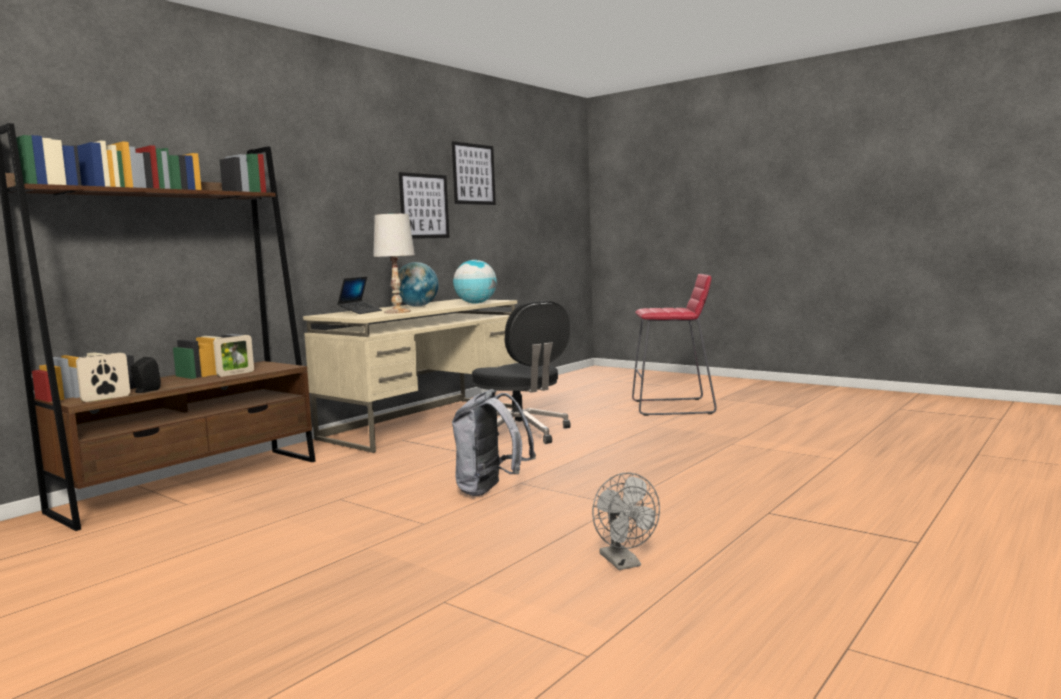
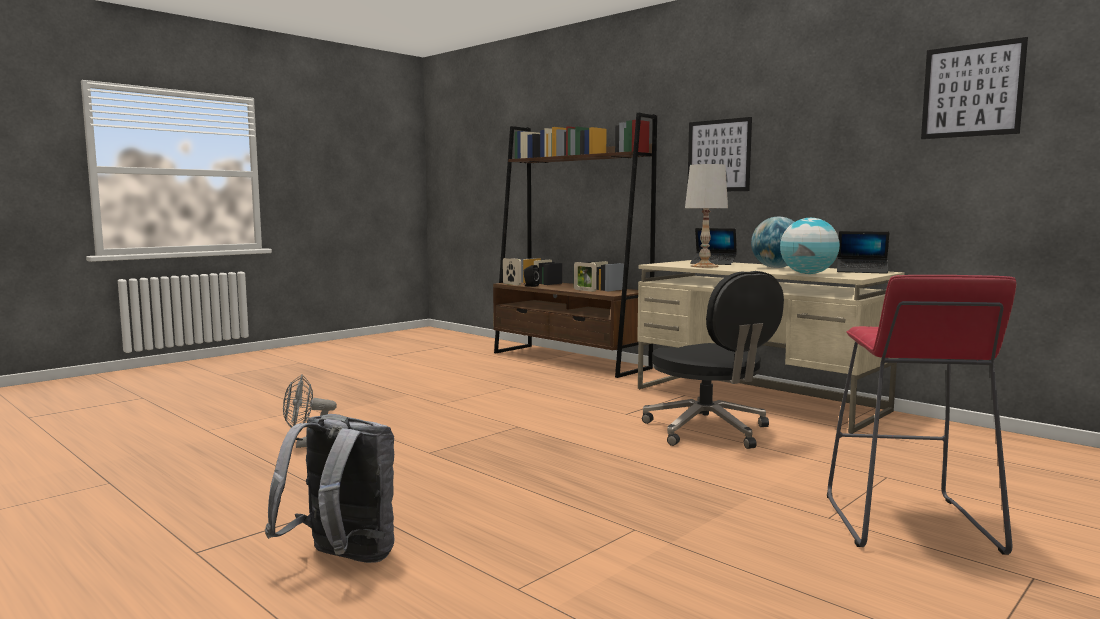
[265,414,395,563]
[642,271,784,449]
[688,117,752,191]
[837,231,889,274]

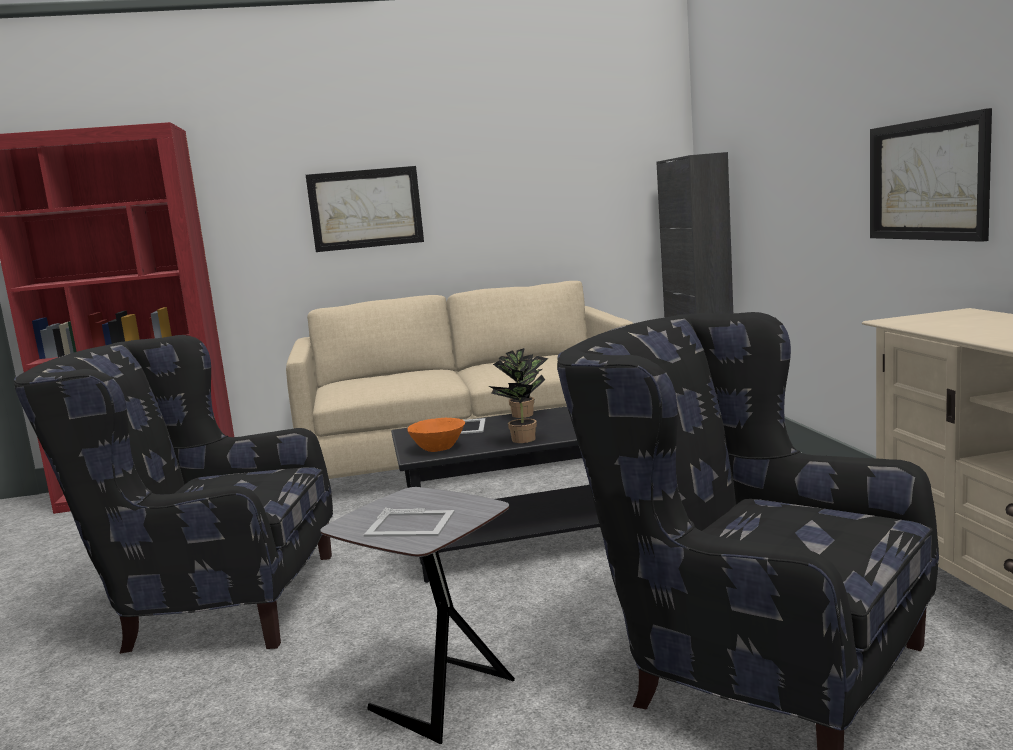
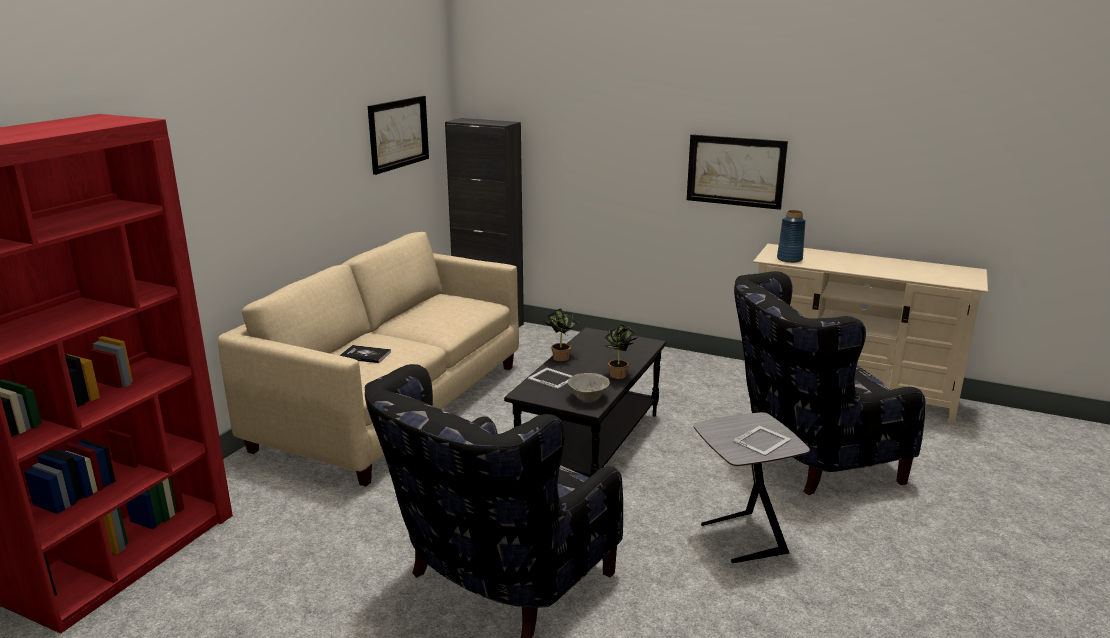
[339,345,391,363]
[368,96,429,175]
[568,373,610,403]
[777,210,806,263]

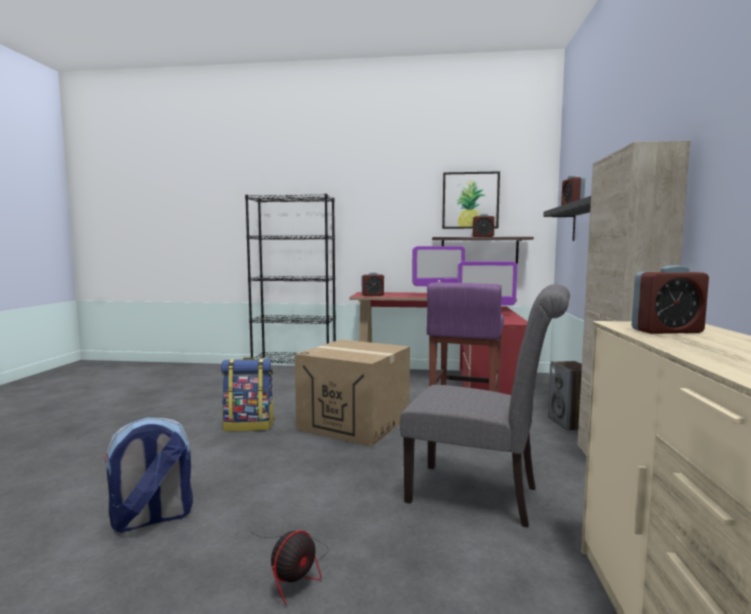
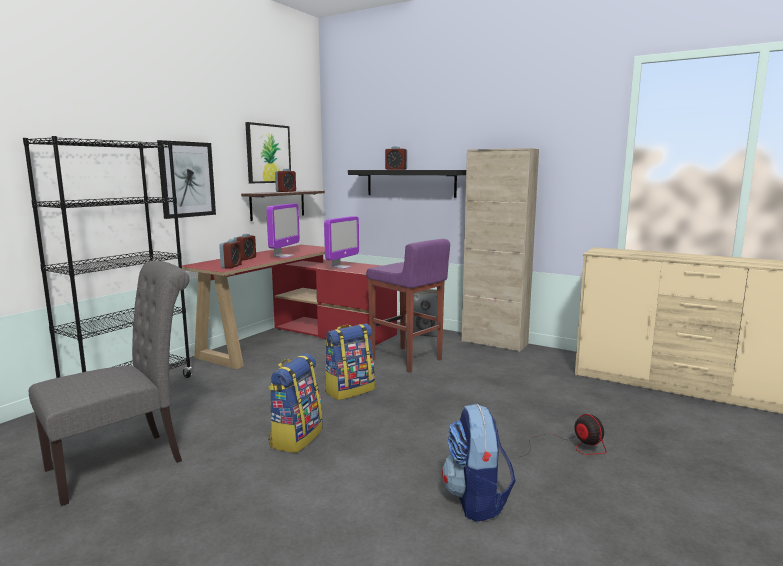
[29,260,189,506]
[157,140,216,219]
[234,234,256,261]
[325,323,375,400]

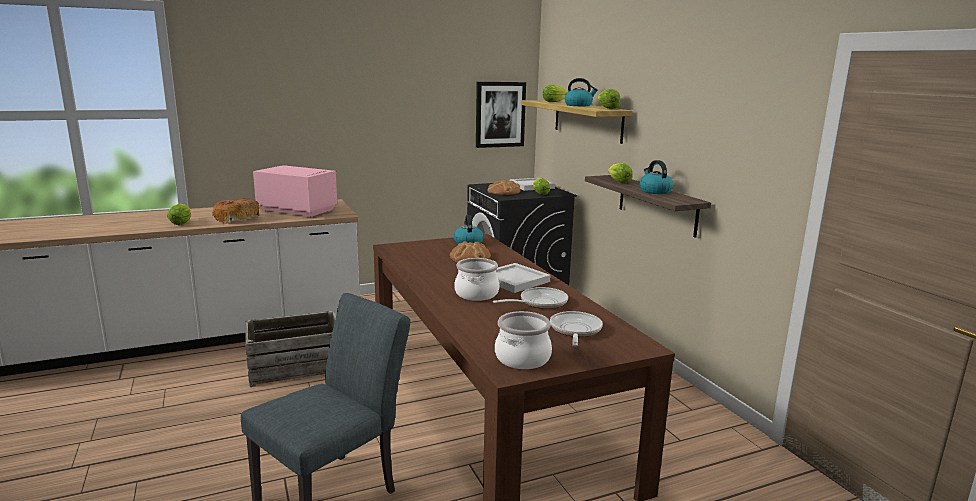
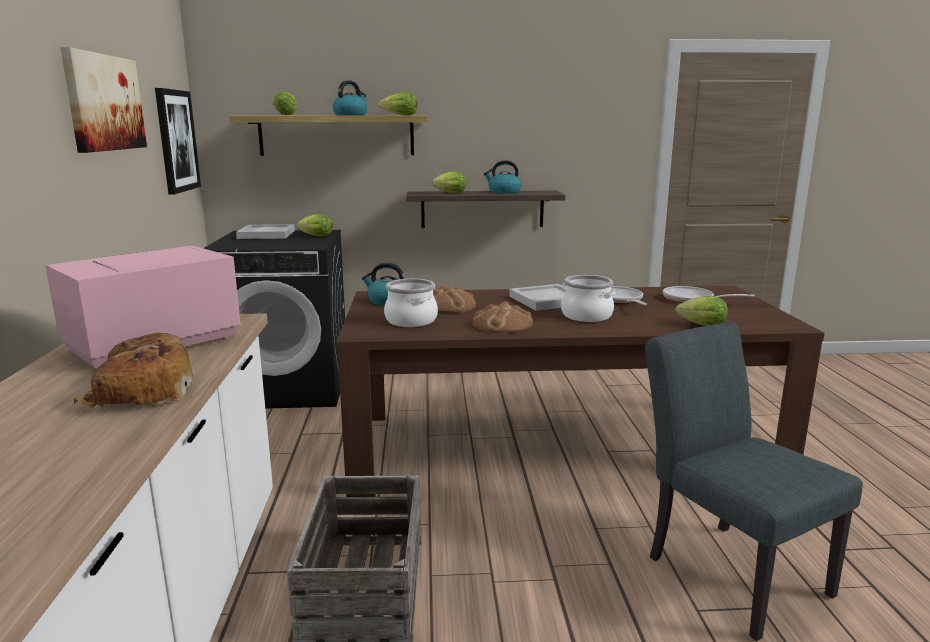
[60,47,147,153]
[384,279,438,327]
[472,301,533,333]
[675,296,728,326]

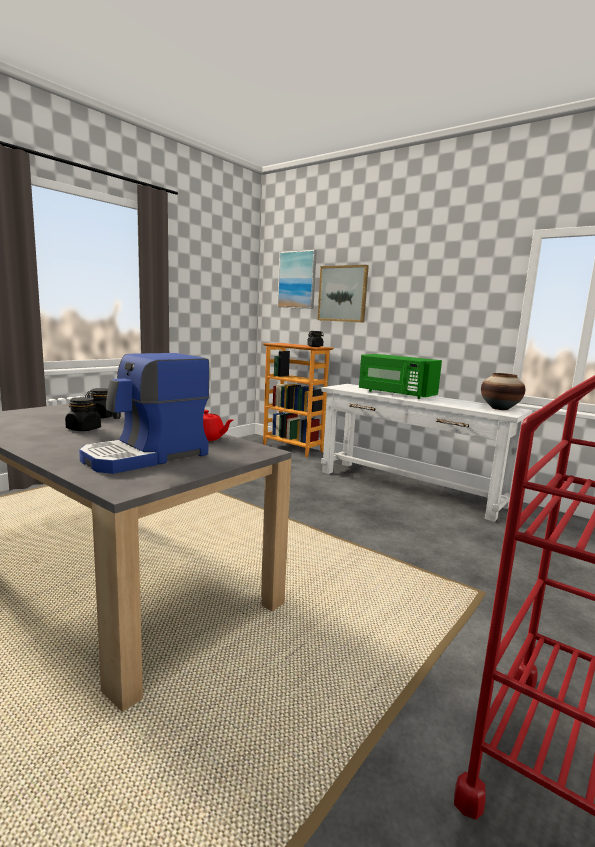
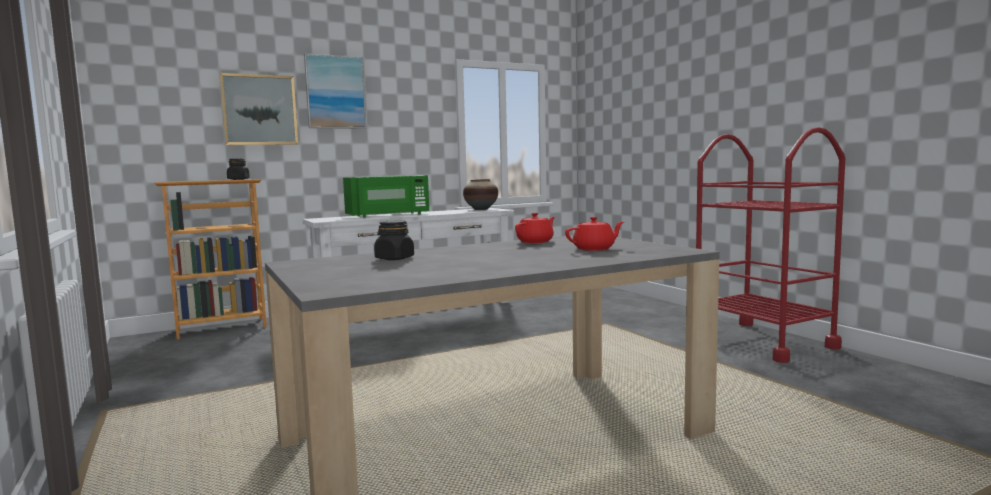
[304,53,367,129]
[565,217,624,251]
[65,397,101,431] (first image)

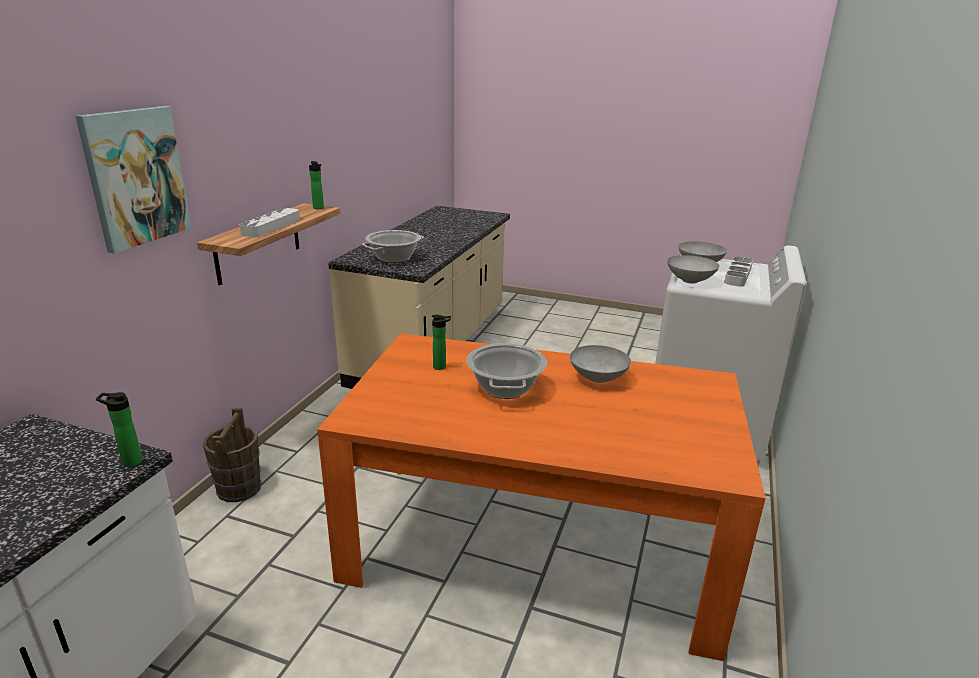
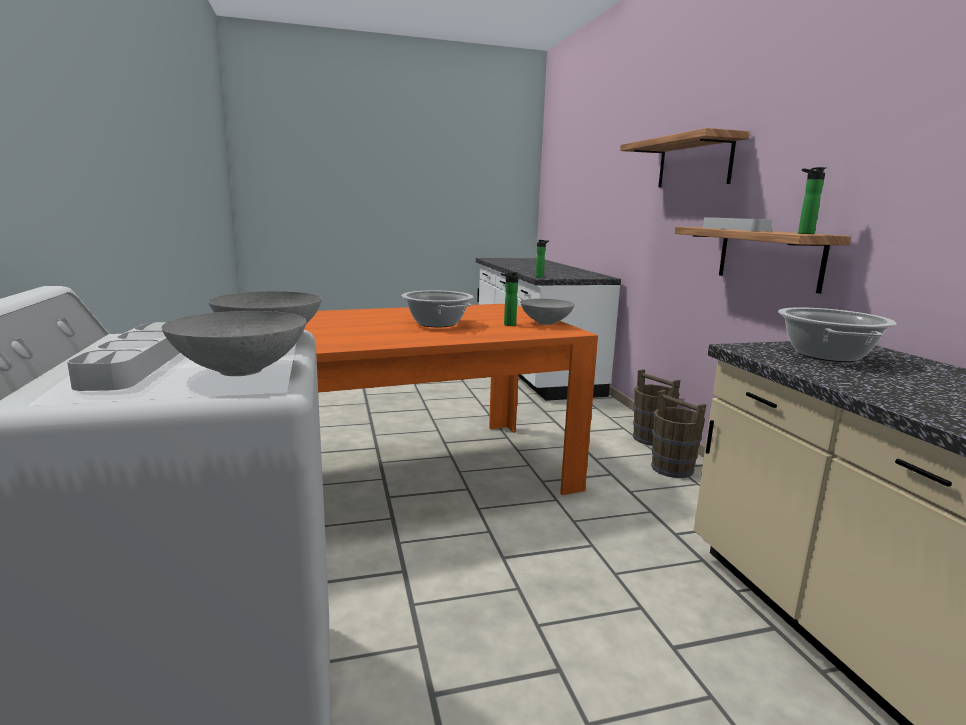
[520,299,575,325]
[620,128,749,187]
[651,390,707,478]

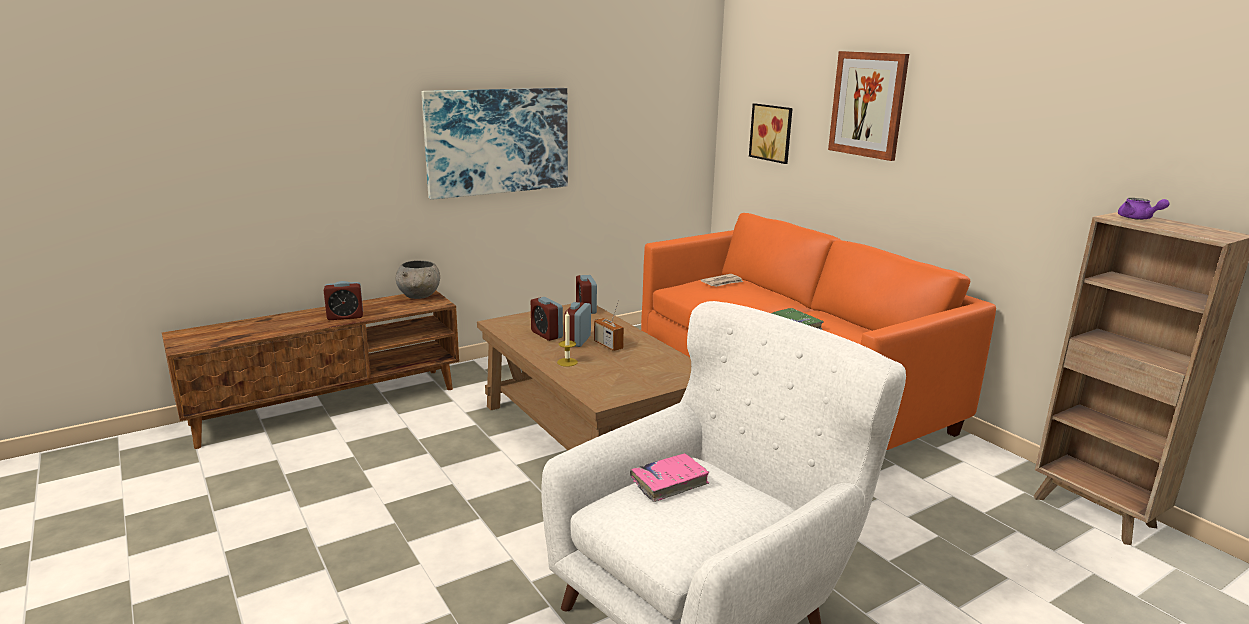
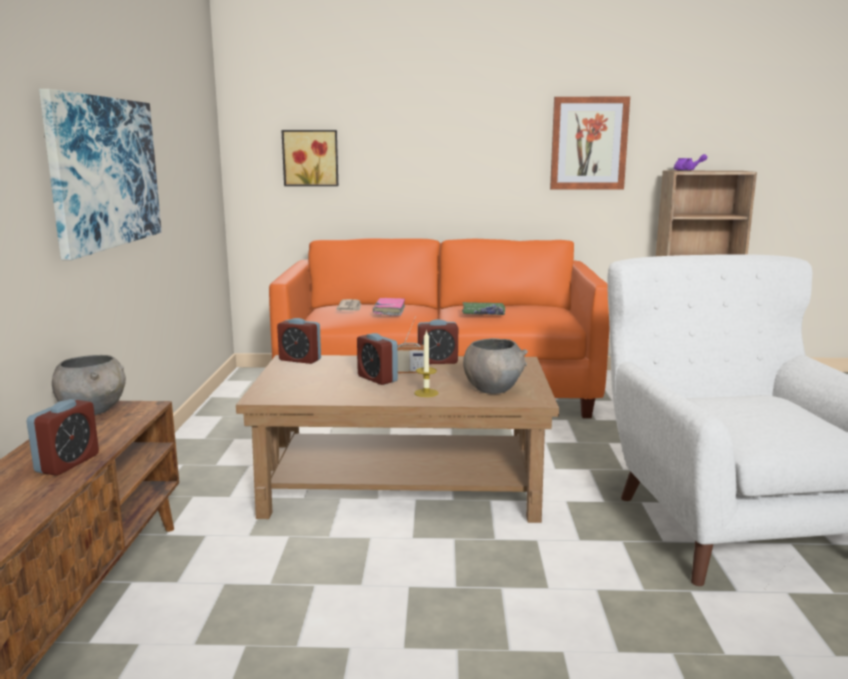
[373,298,405,316]
[418,319,458,364]
[463,338,528,394]
[550,97,630,190]

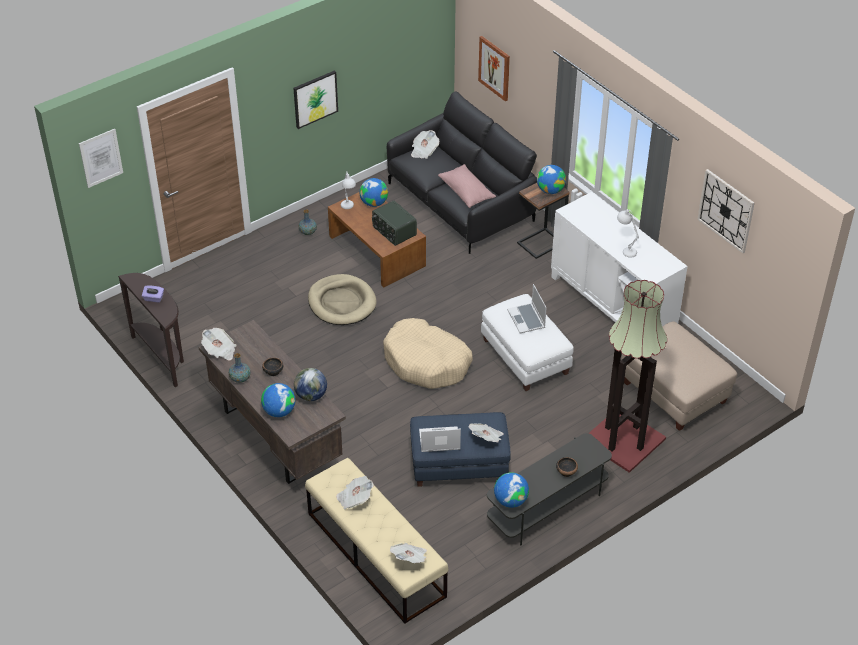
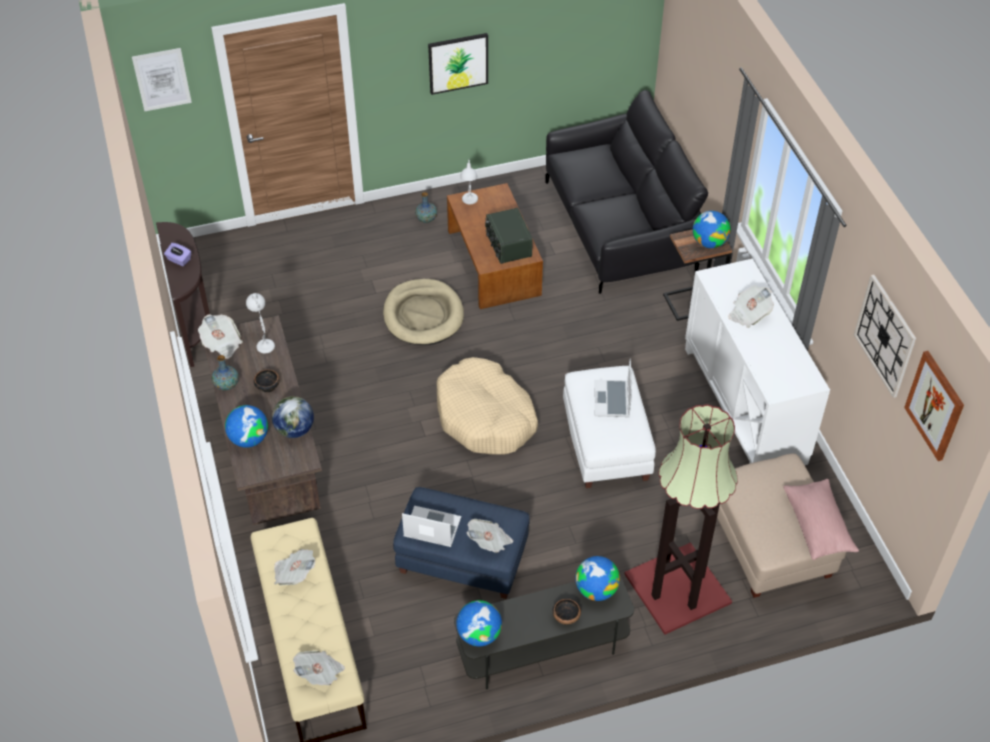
[246,293,275,354]
[575,556,620,601]
[728,285,774,328]
[783,479,859,560]
[904,351,964,461]

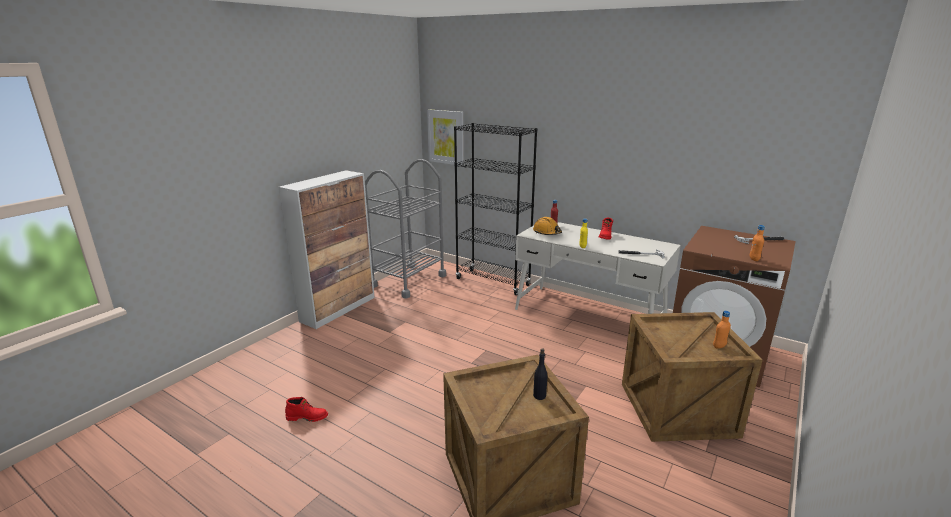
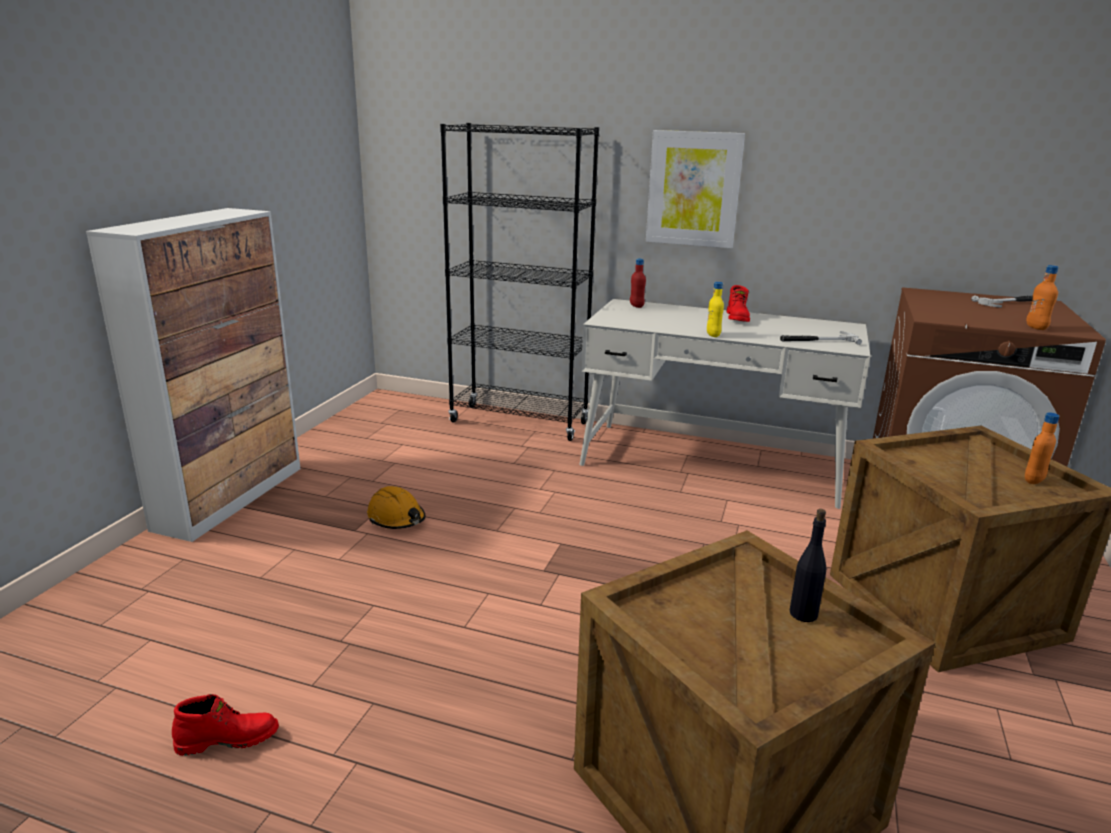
[367,486,426,529]
[646,130,745,248]
[365,159,446,299] (first image)

